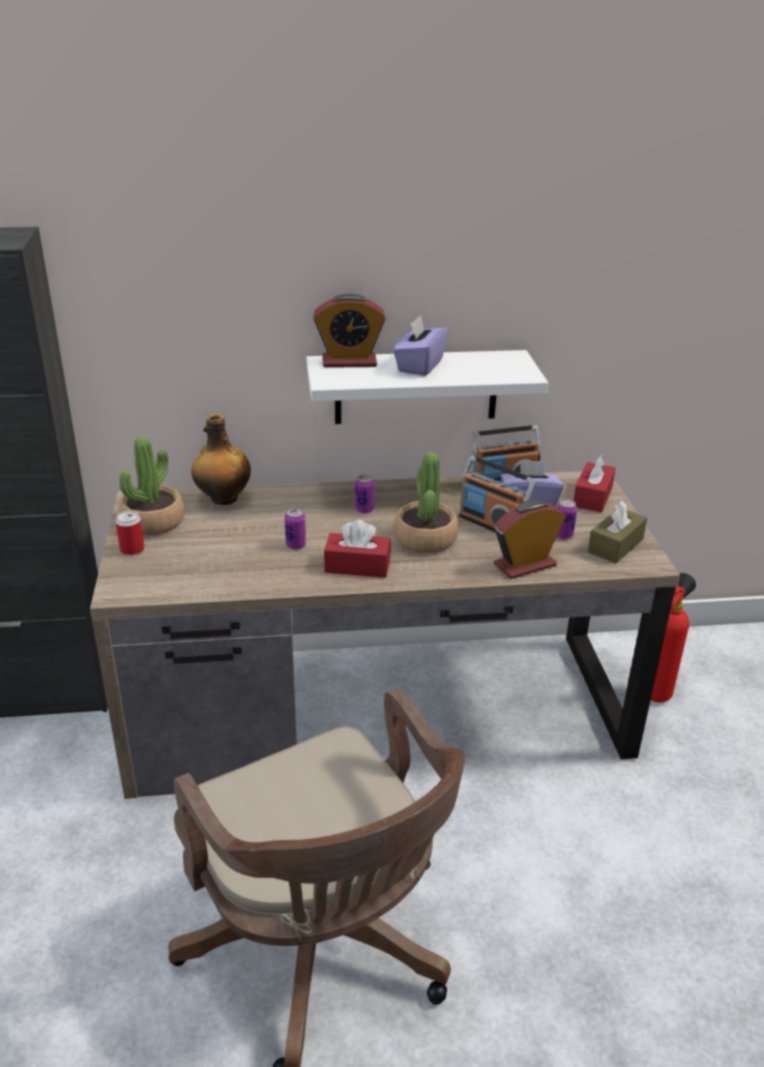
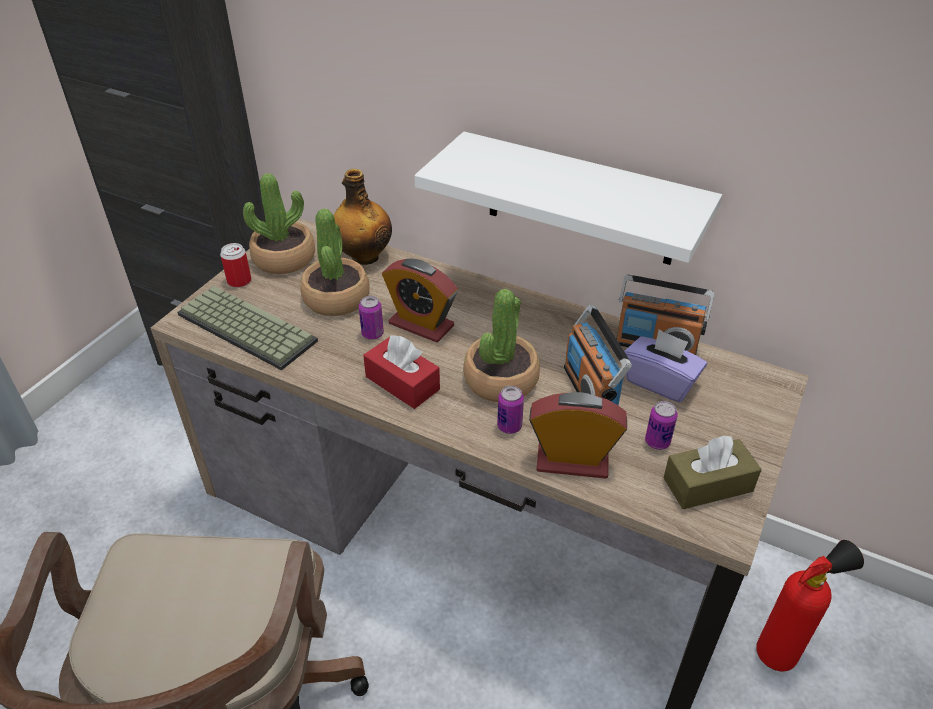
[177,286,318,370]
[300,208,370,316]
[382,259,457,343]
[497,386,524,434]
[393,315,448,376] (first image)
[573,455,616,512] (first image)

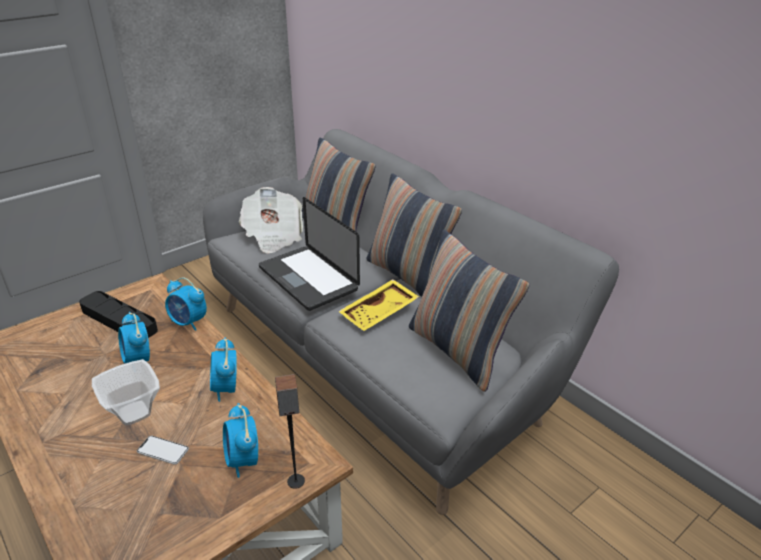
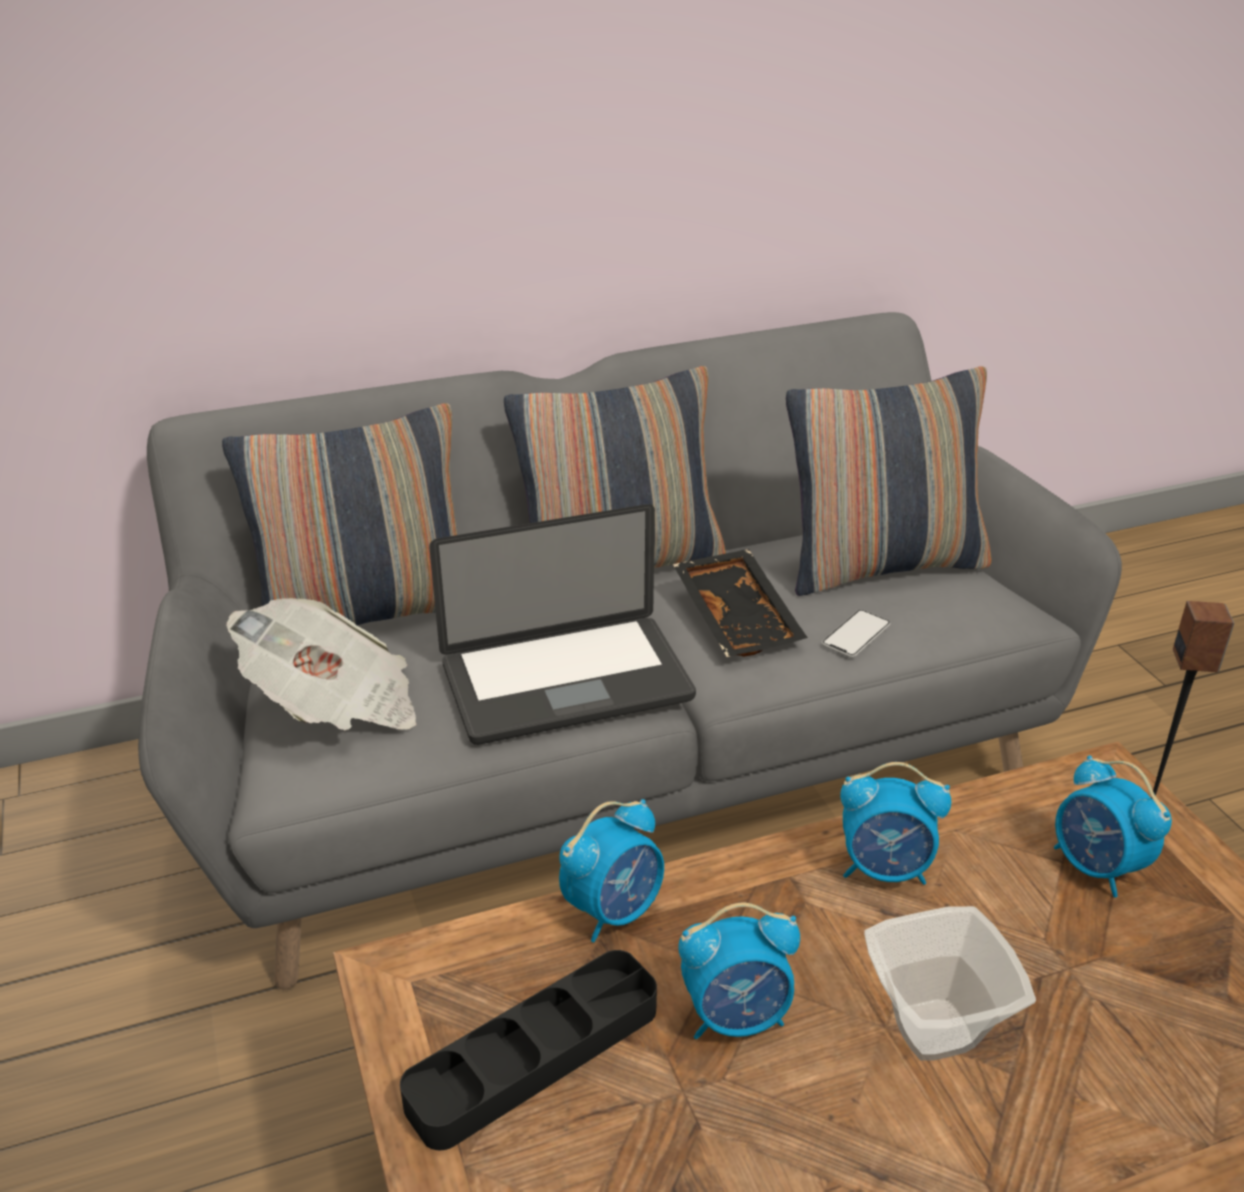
[673,549,808,657]
[822,610,891,658]
[1054,755,1172,898]

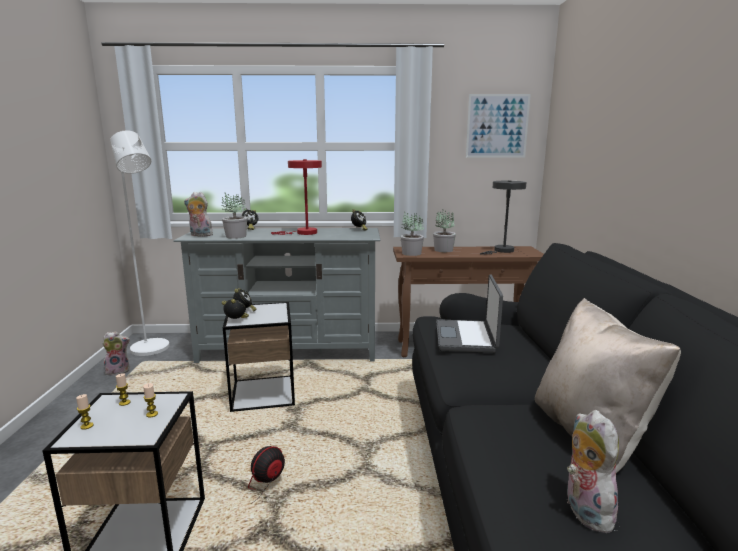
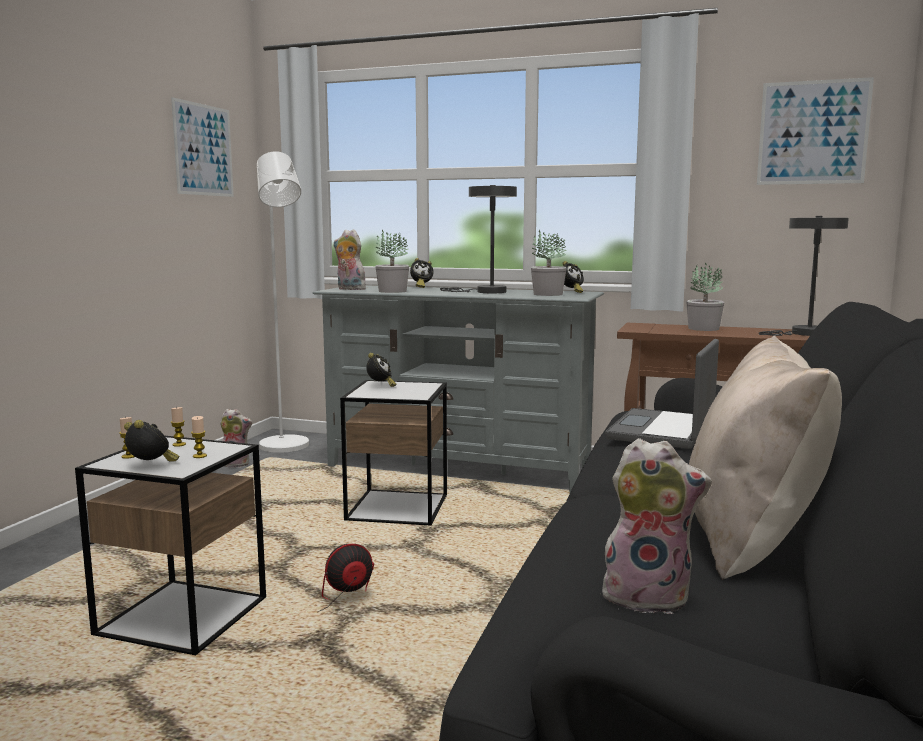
[124,420,180,462]
[171,97,234,197]
[440,185,517,293]
[531,230,567,296]
[602,438,712,614]

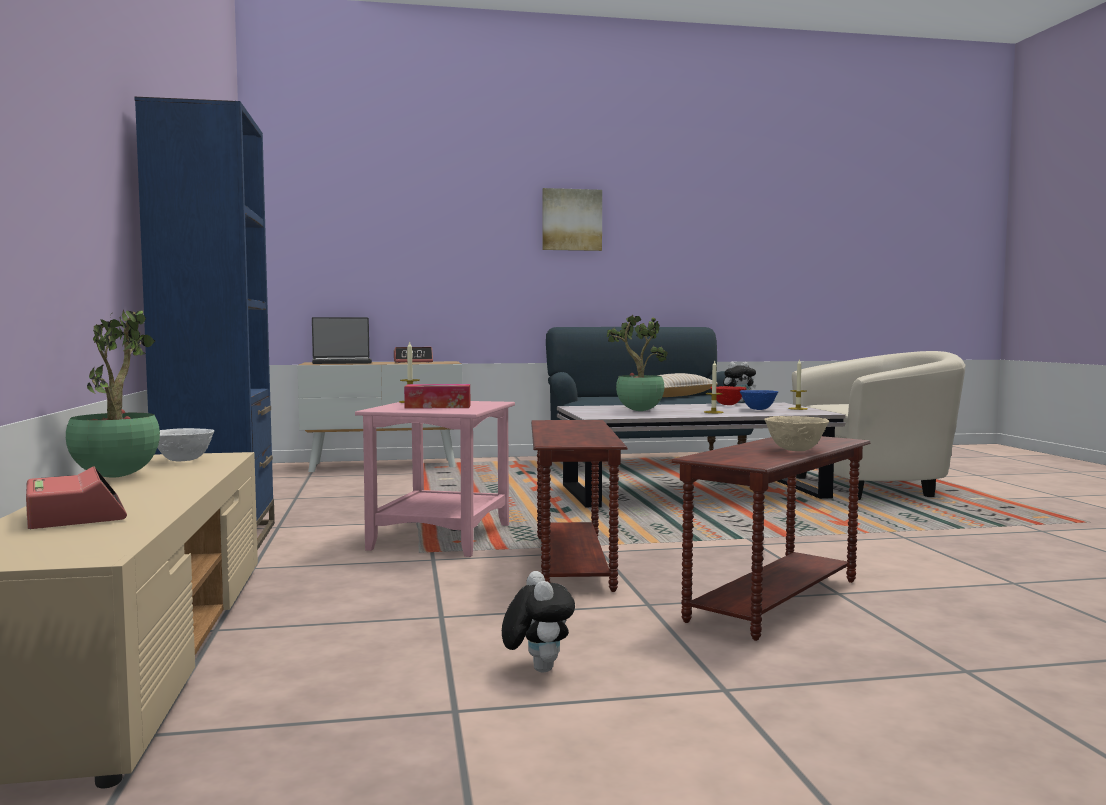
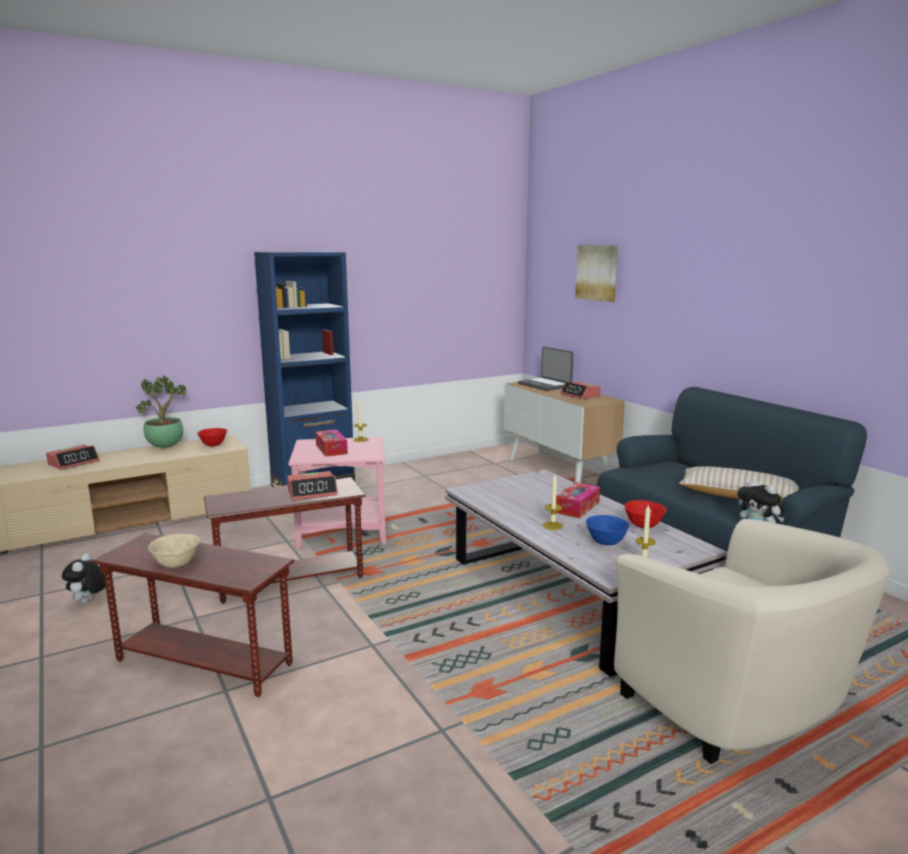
[62,553,106,604]
[197,428,227,446]
[287,471,338,500]
[556,482,600,518]
[575,245,618,302]
[607,315,668,411] (first image)

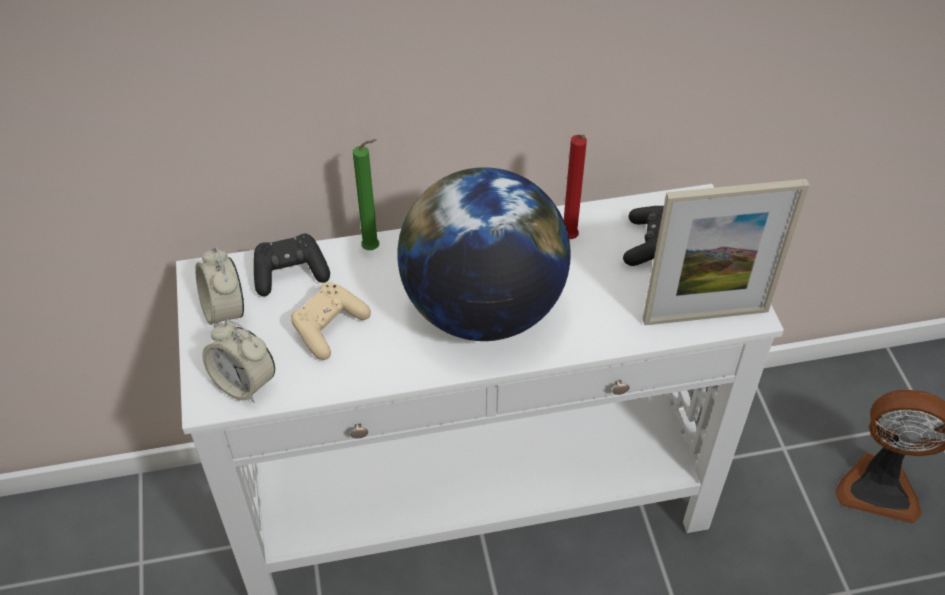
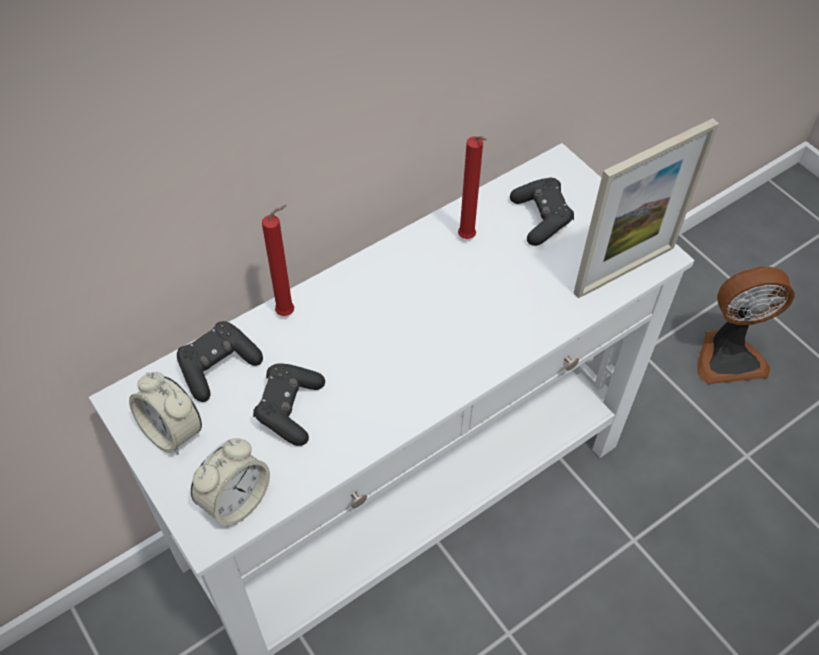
[191,438,270,527]
[253,363,325,446]
[262,205,294,316]
[397,167,571,341] (first image)

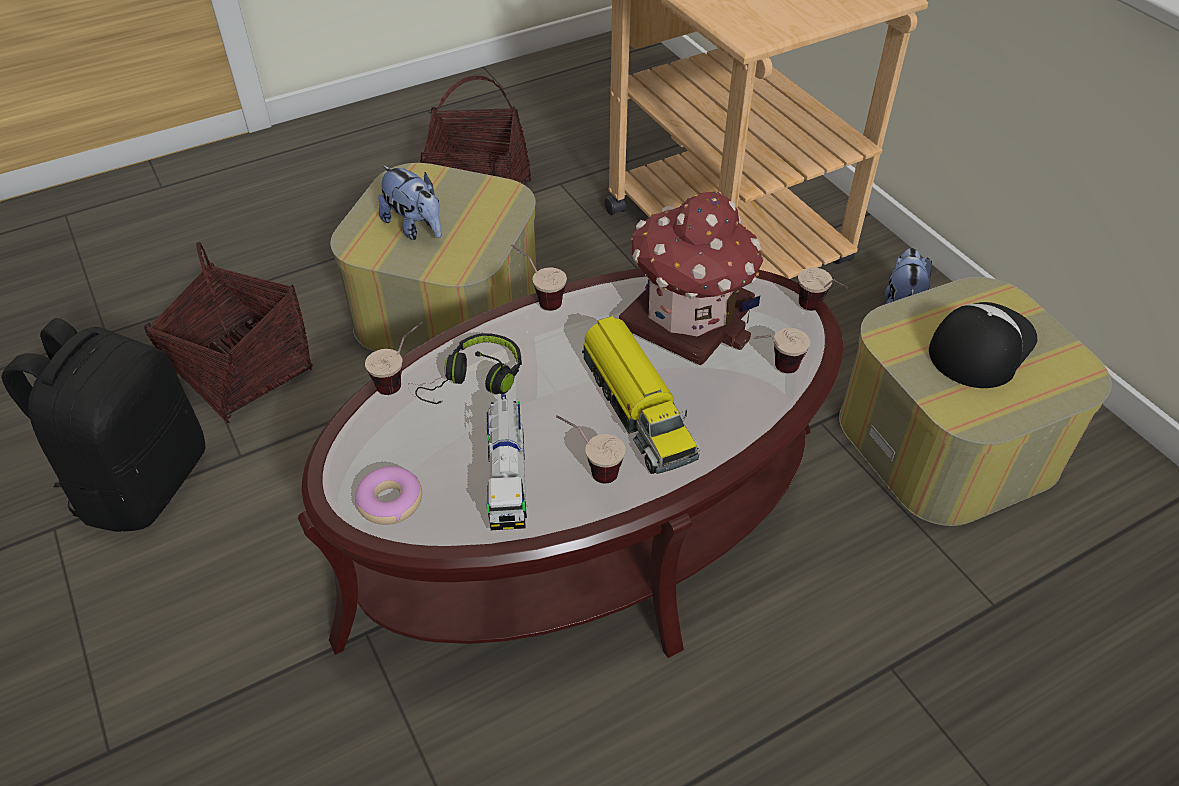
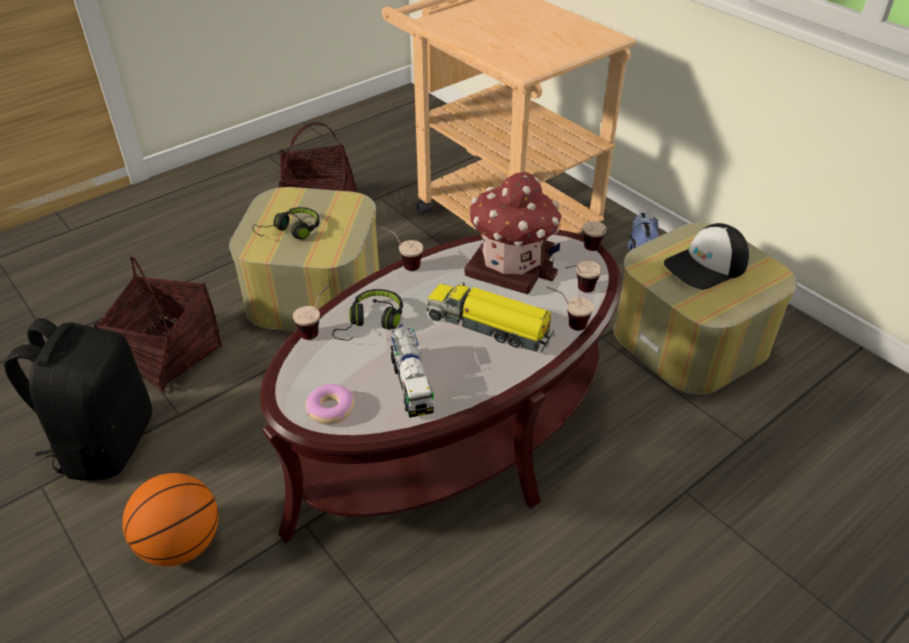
[122,473,218,566]
[252,207,320,240]
[427,282,555,352]
[546,287,594,331]
[664,223,749,290]

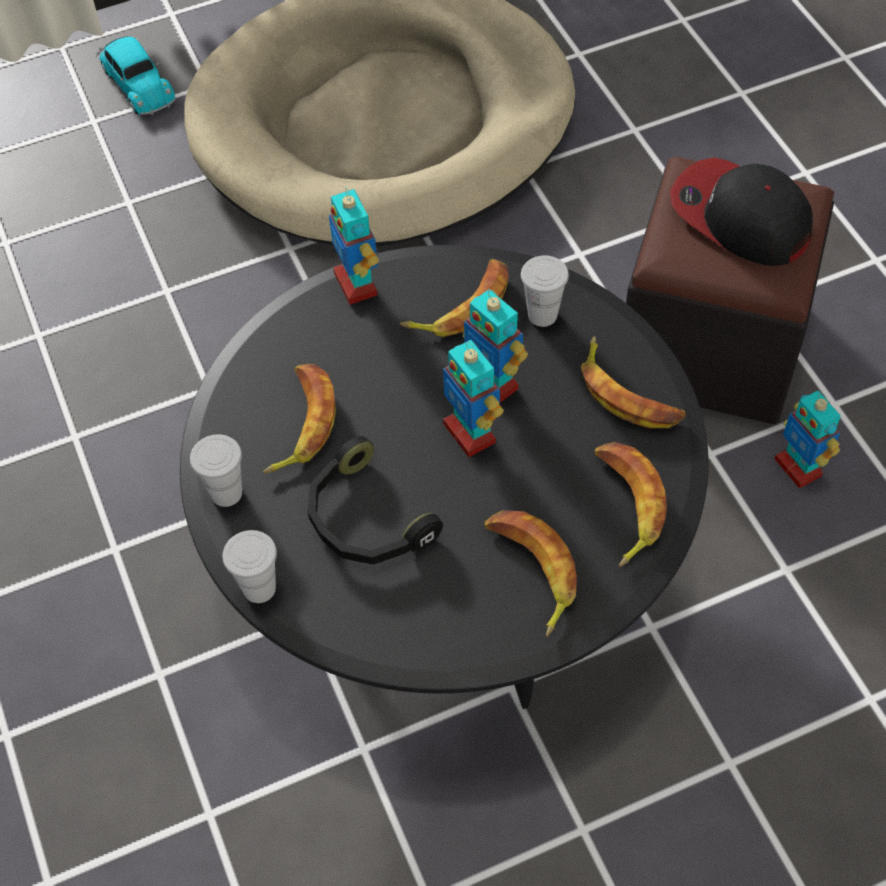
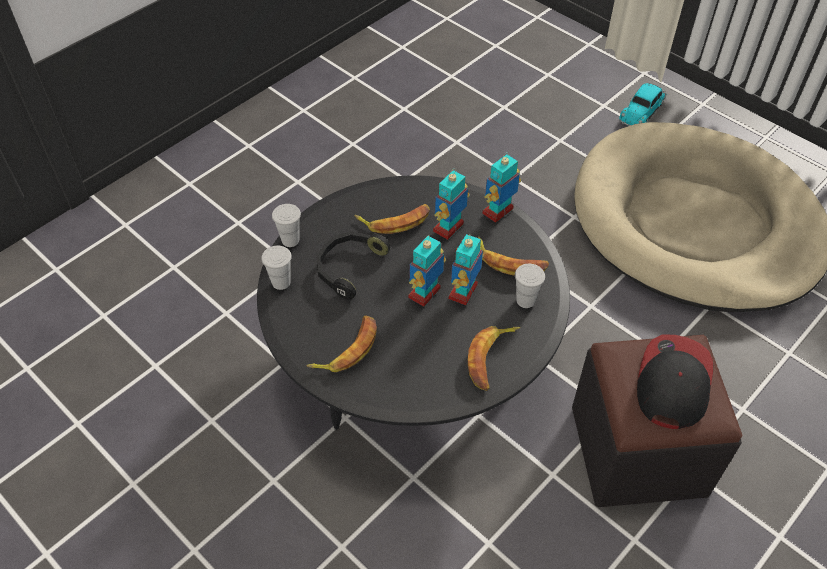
[261,246,292,290]
[433,168,470,240]
[595,442,667,567] (first image)

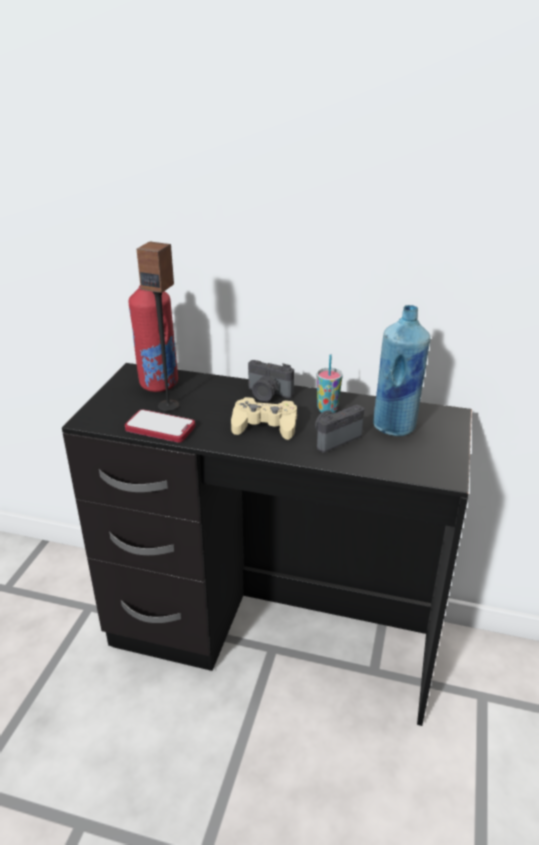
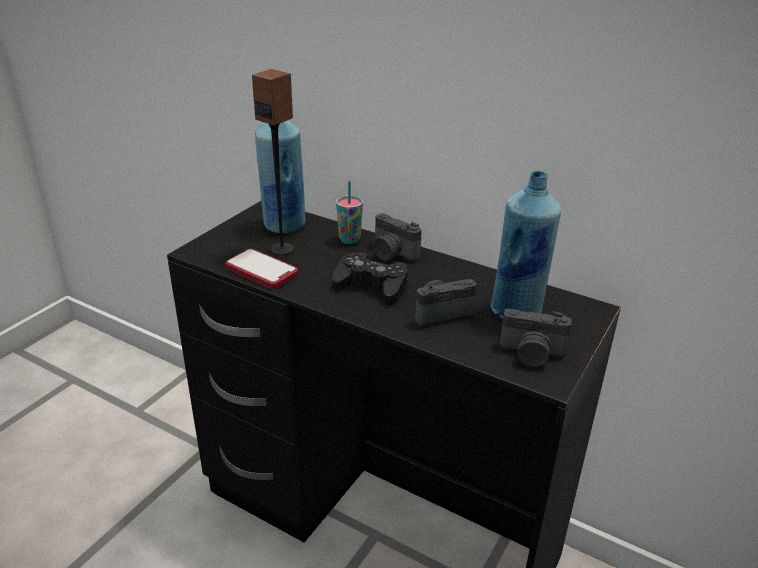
[255,120,305,234]
[332,252,408,306]
[336,181,363,244]
[500,309,571,367]

